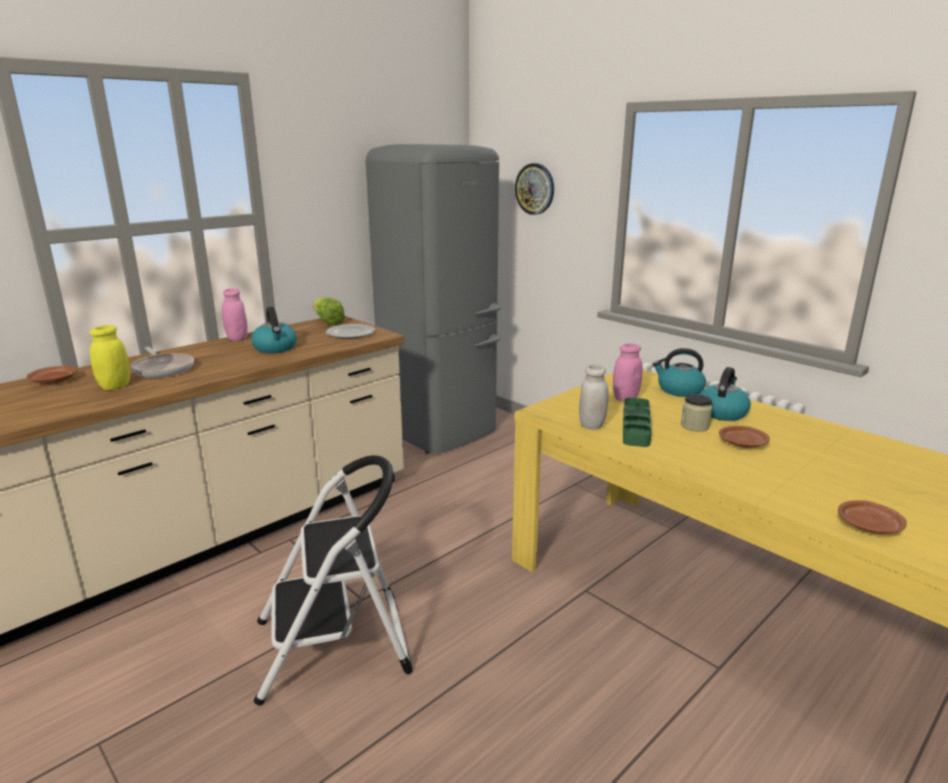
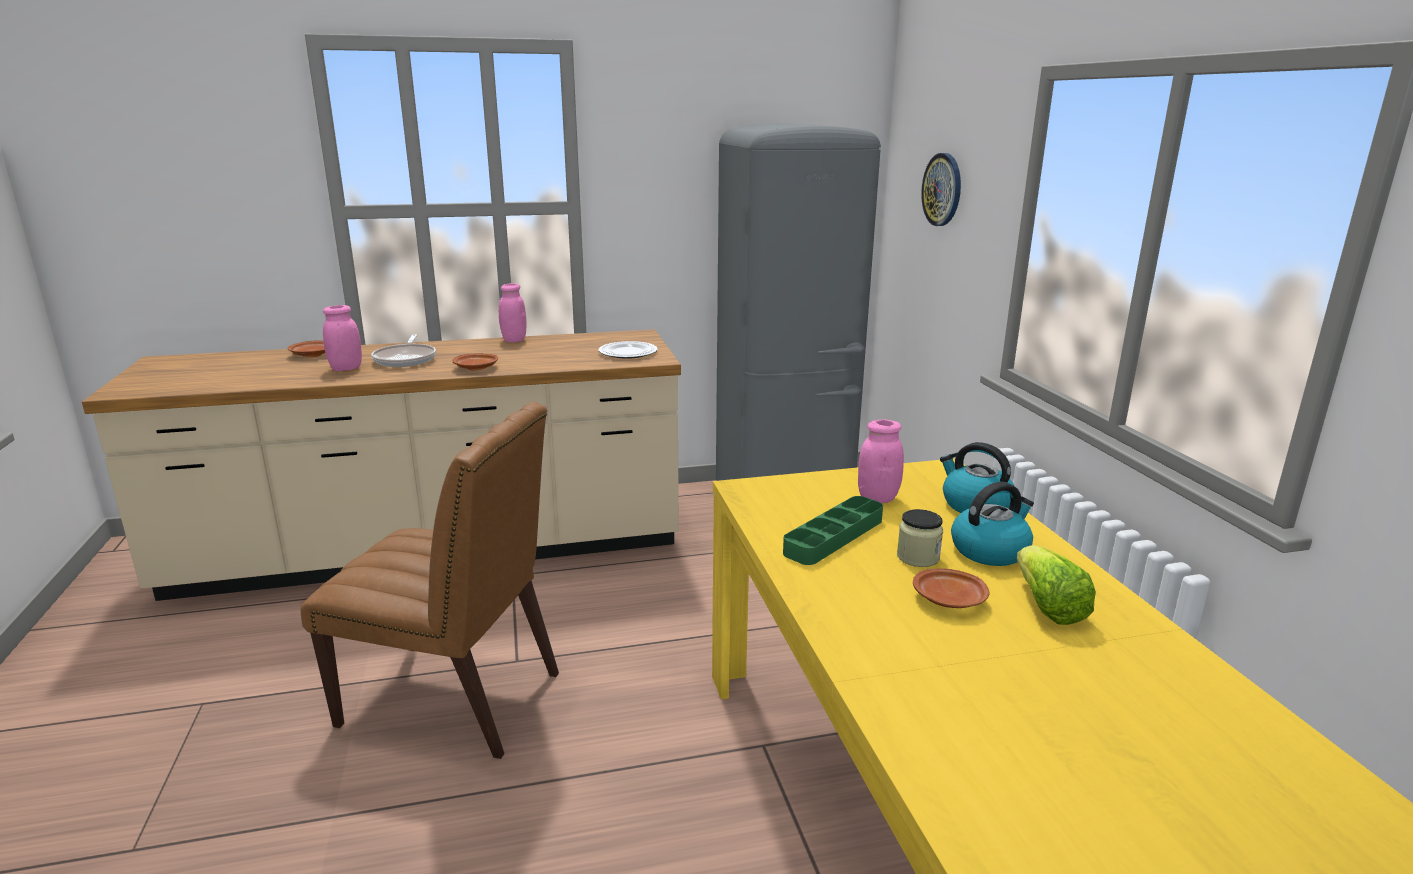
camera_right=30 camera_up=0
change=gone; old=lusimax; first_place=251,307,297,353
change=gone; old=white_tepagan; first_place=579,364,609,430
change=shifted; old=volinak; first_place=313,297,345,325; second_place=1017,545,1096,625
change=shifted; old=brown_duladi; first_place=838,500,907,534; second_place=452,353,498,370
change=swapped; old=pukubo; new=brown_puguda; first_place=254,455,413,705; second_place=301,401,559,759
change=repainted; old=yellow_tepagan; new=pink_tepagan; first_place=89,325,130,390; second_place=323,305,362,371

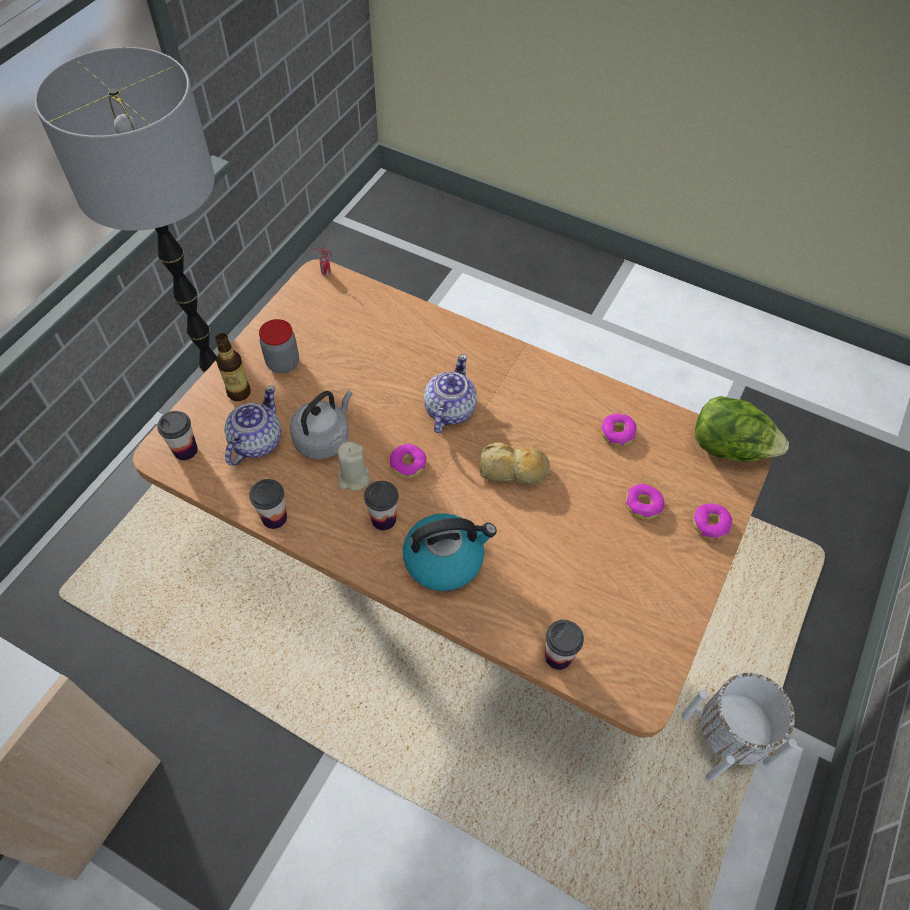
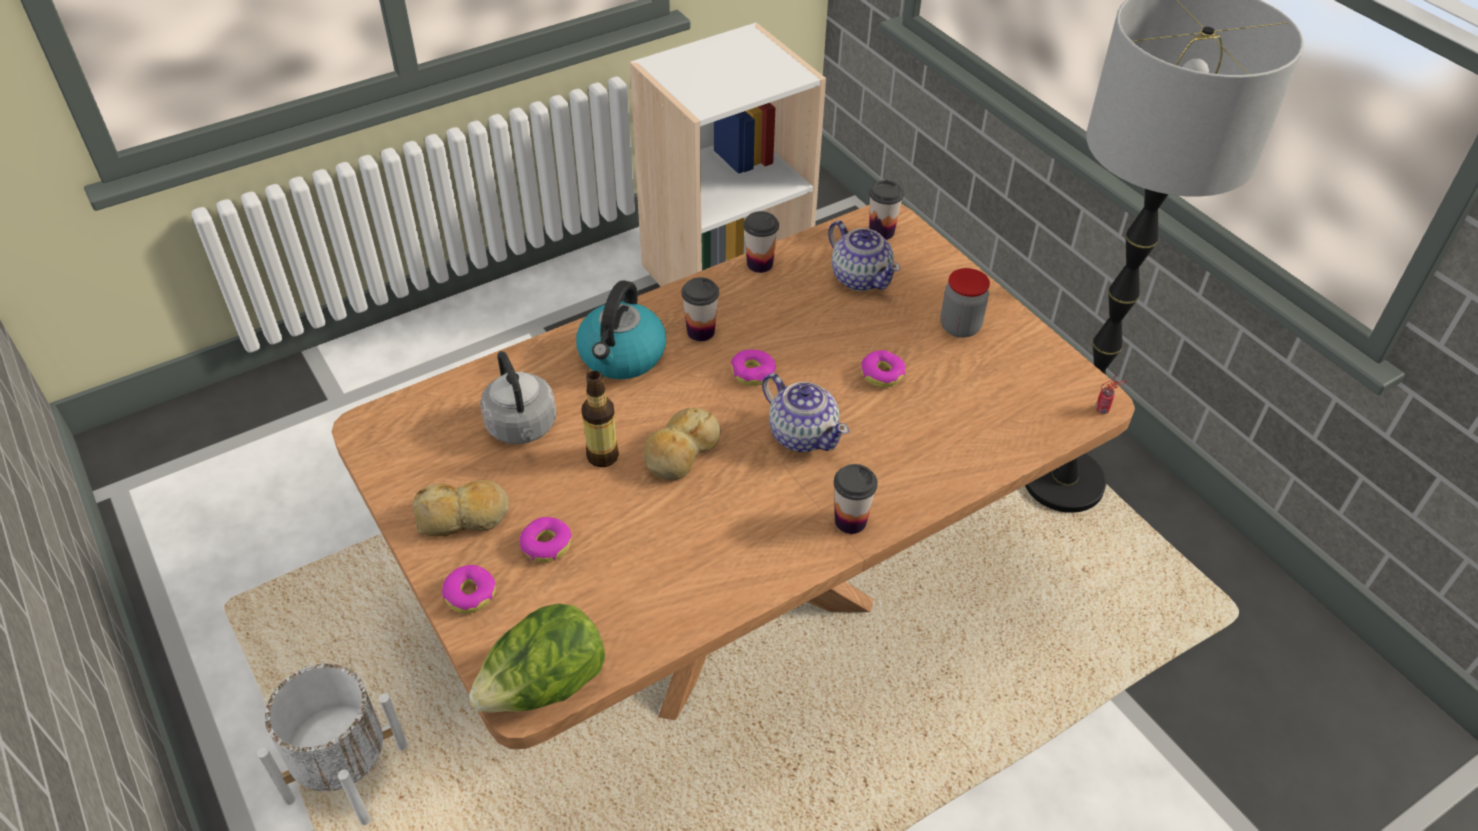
camera_right=120 camera_up=-10
change=gone; old=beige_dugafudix; first_place=337,441,370,491
change=new; new=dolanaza; second_place=413,480,509,537
change=shifted; old=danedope; first_place=215,333,251,401; second_place=581,371,619,467
change=shifted; old=grey_lusimax; first_place=290,391,353,459; second_place=480,351,556,444
change=shifted; old=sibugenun; first_place=545,620,584,670; second_place=834,464,878,534
change=shifted; old=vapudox; first_place=601,413,637,446; second_place=861,350,906,388

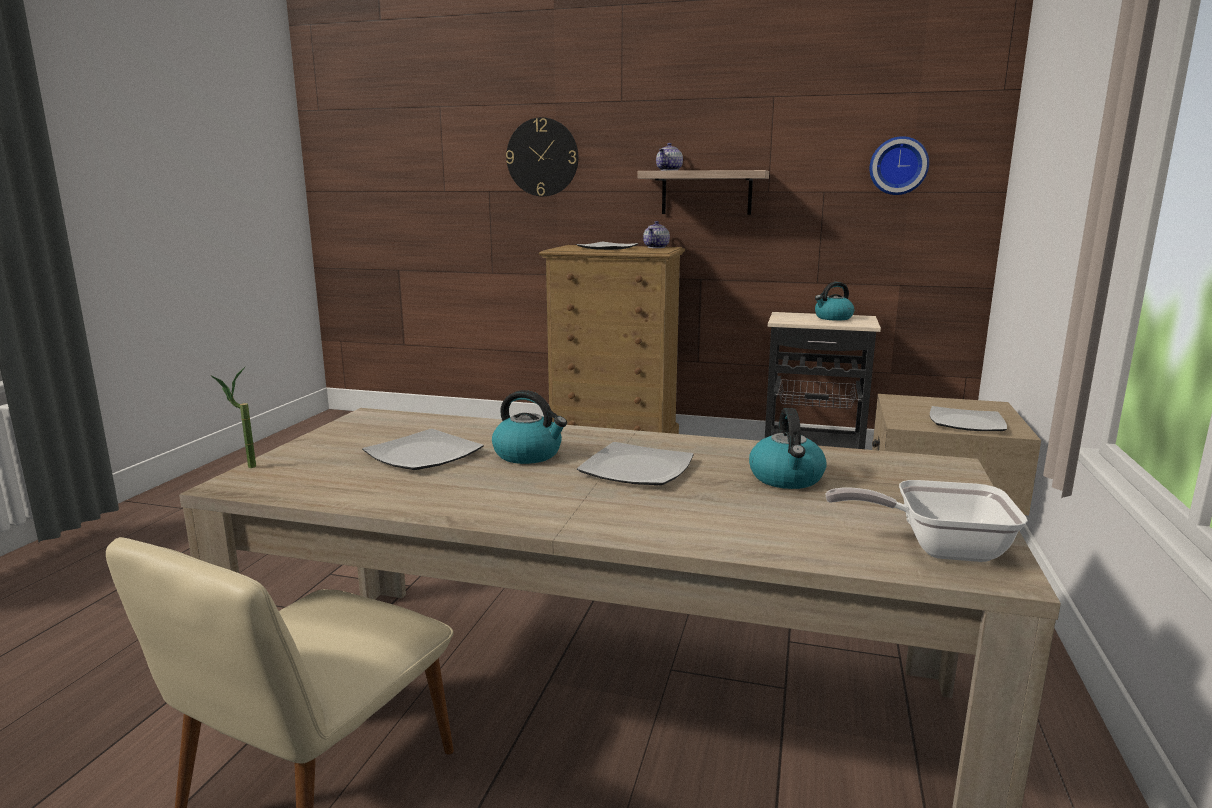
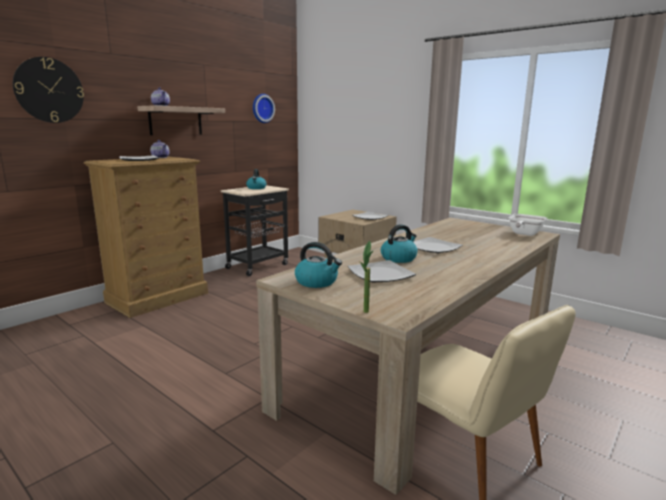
camera_right=-65 camera_up=0
change=shifted; old=lusimax; first_place=749,408,827,489; second_place=295,242,342,288

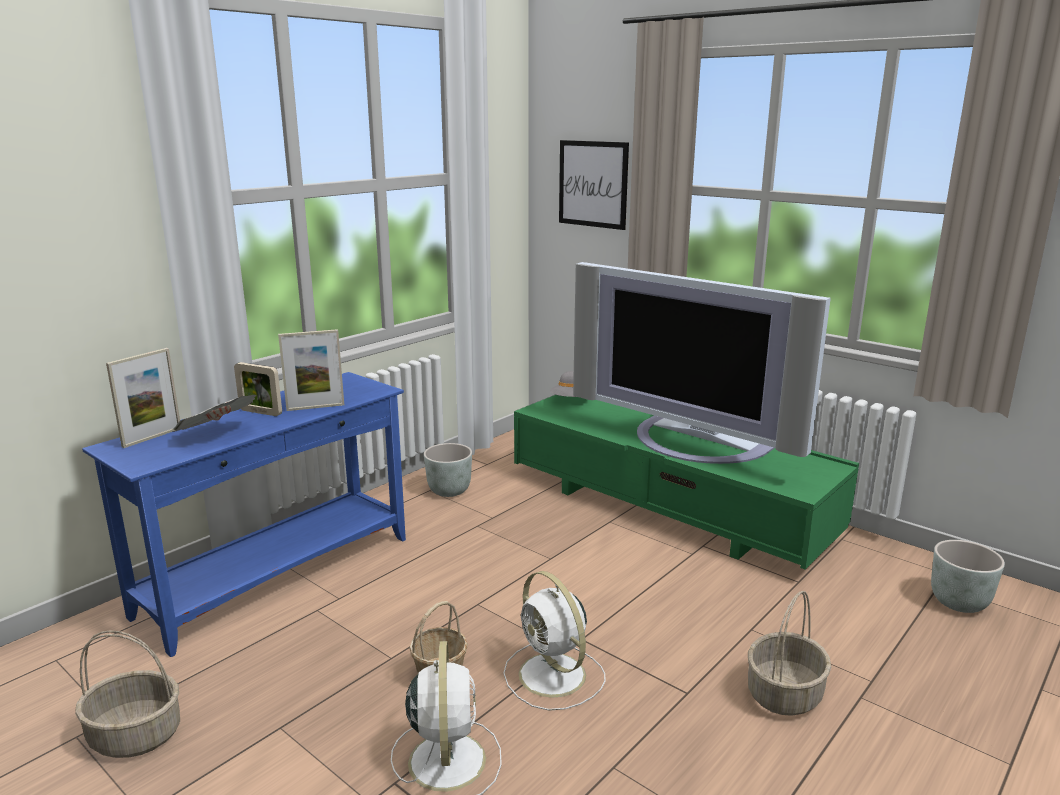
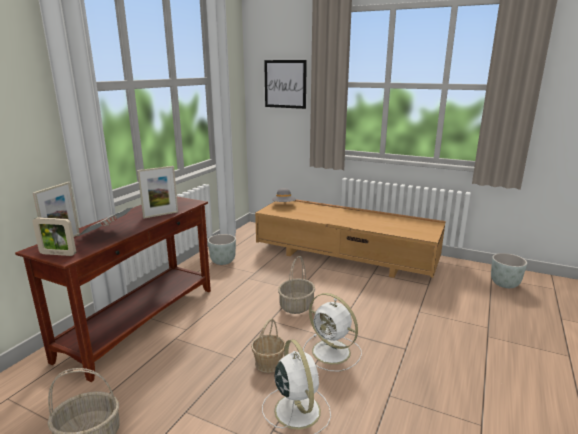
camera_right=-15 camera_up=0
change=gone; old=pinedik; first_place=573,262,831,464
change=shifted; old=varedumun; first_place=234,362,282,416; second_place=32,217,76,256
change=shifted; old=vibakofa; first_place=748,591,831,716; second_place=278,256,315,314
change=repainted; old=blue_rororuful; new=brown_rororuful; first_place=82,372,406,657; second_place=15,197,211,382
change=repainted; old=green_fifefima; new=brown_fifefima; first_place=514,395,859,569; second_place=255,200,446,278

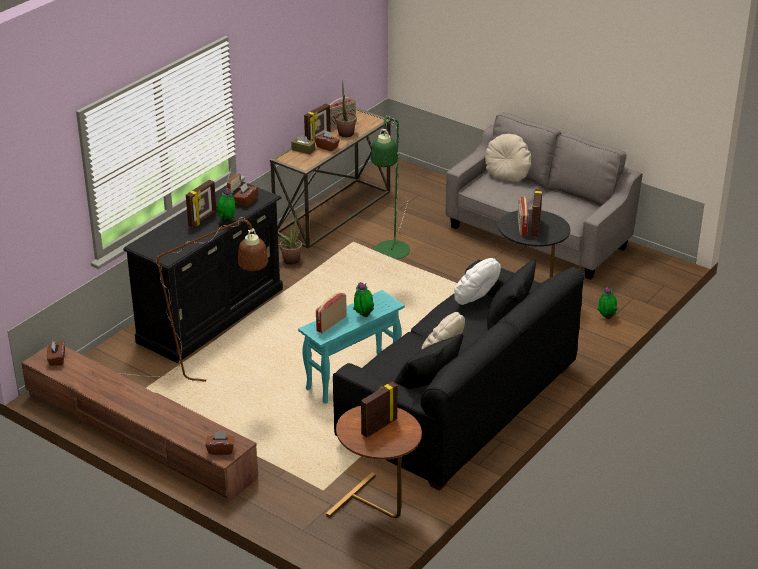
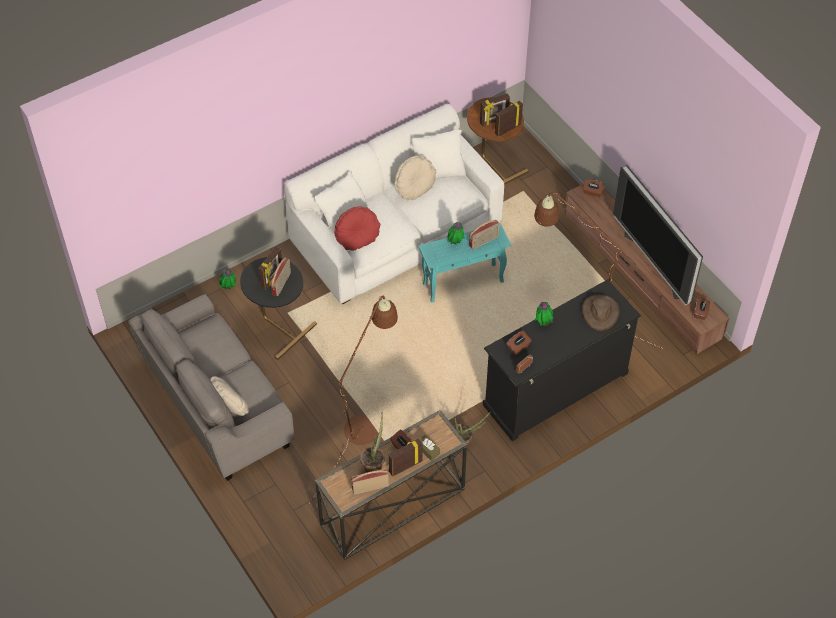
camera_right=-160 camera_up=20
change=new; new=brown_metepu; second_place=582,295,619,331
change=new; new=pinedik; second_place=613,165,703,305
change=shifted; old=varedumun; first_place=186,180,217,228; second_place=495,101,523,137
change=repainted; old=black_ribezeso; new=white_ribezeso; first_place=333,258,584,491; second_place=284,104,504,305
change=repainted; old=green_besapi; new=brown_besapi; first_place=371,115,410,259; second_place=309,296,398,504
change=repainted; old=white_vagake; new=red_vagake; first_place=454,258,501,305; second_place=334,206,380,251

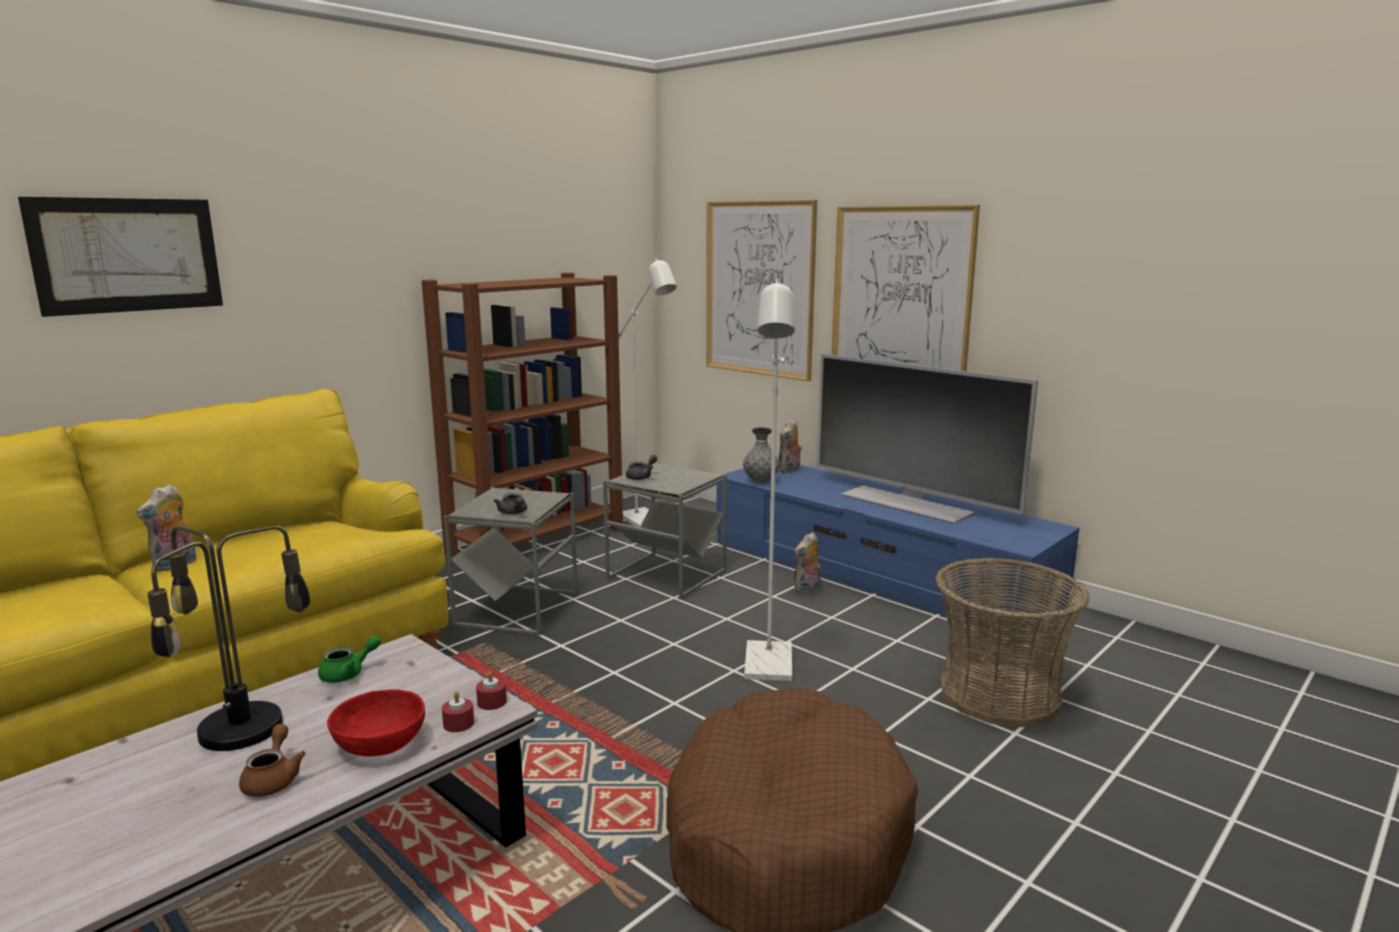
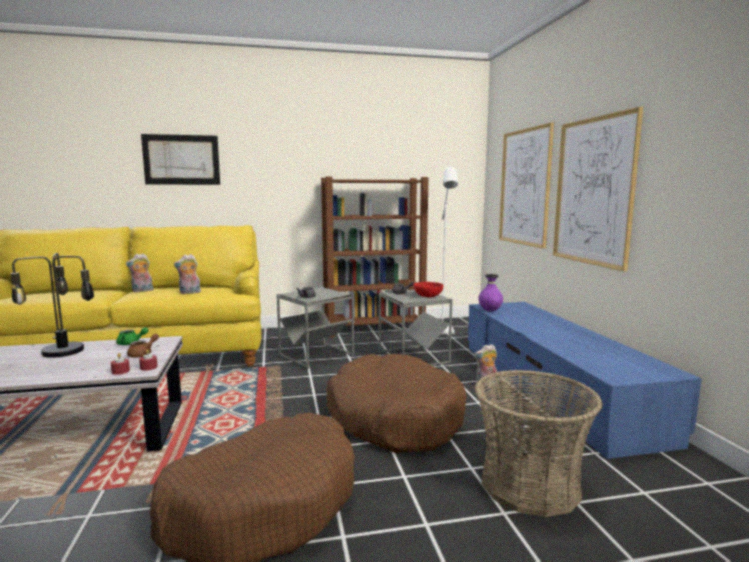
camera_right=35 camera_up=-5
change=gone; old=pinedik; first_place=817,354,1038,524
change=shifted; old=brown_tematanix; first_place=239,724,306,797; second_place=127,333,159,358
change=shifted; old=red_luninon; first_place=327,689,425,757; second_place=413,282,444,297
change=shifted; old=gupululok; first_place=778,419,802,473; second_place=174,254,201,294
change=swapped; old=white_besapi; new=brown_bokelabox; first_place=744,279,795,681; second_place=327,354,467,453
change=repainted; old=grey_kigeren; new=purple_kigeren; first_place=743,428,779,483; second_place=478,274,503,311

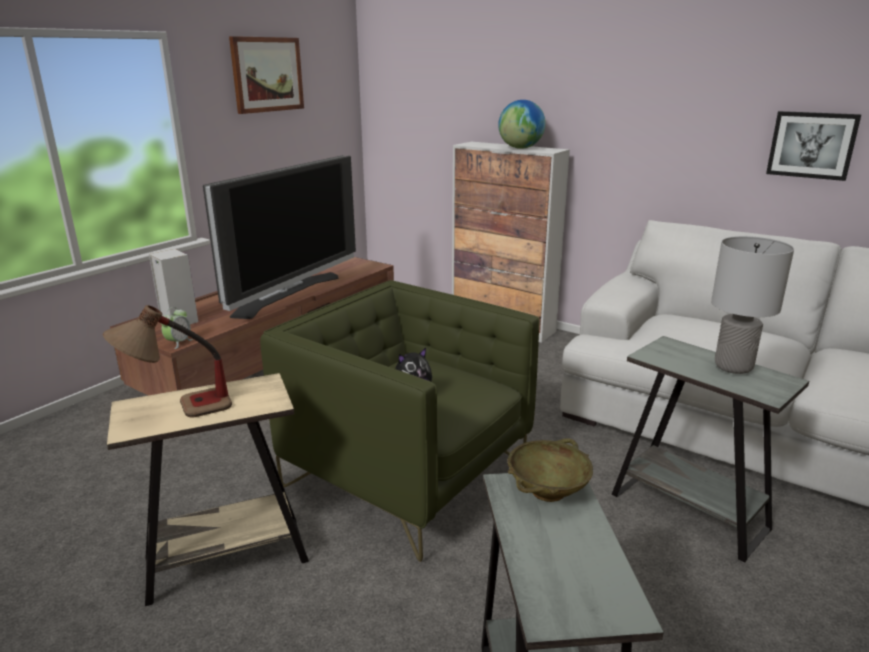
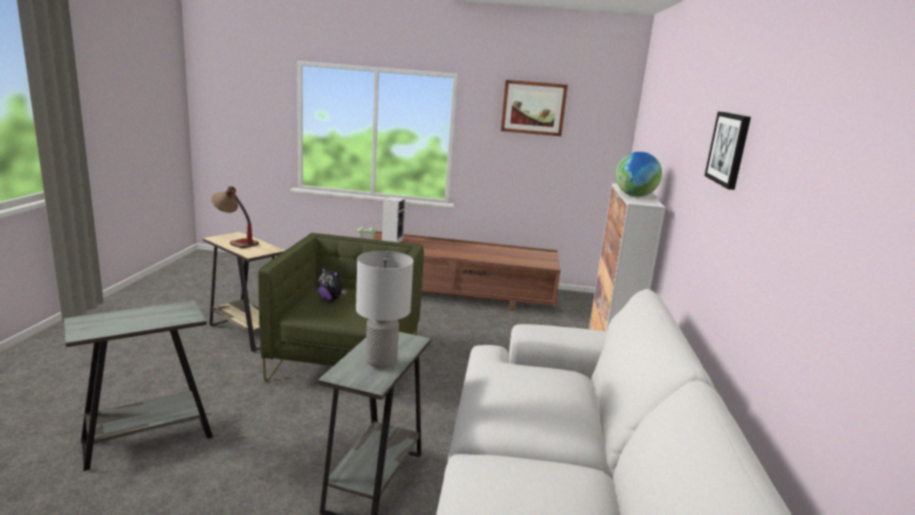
camera_right=60 camera_up=-5
change=gone; old=pinedik; first_place=203,155,356,319
change=gone; old=beige_luninon; first_place=507,438,593,502
change=shifted; old=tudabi; first_place=766,111,861,181; second_place=704,112,751,190

